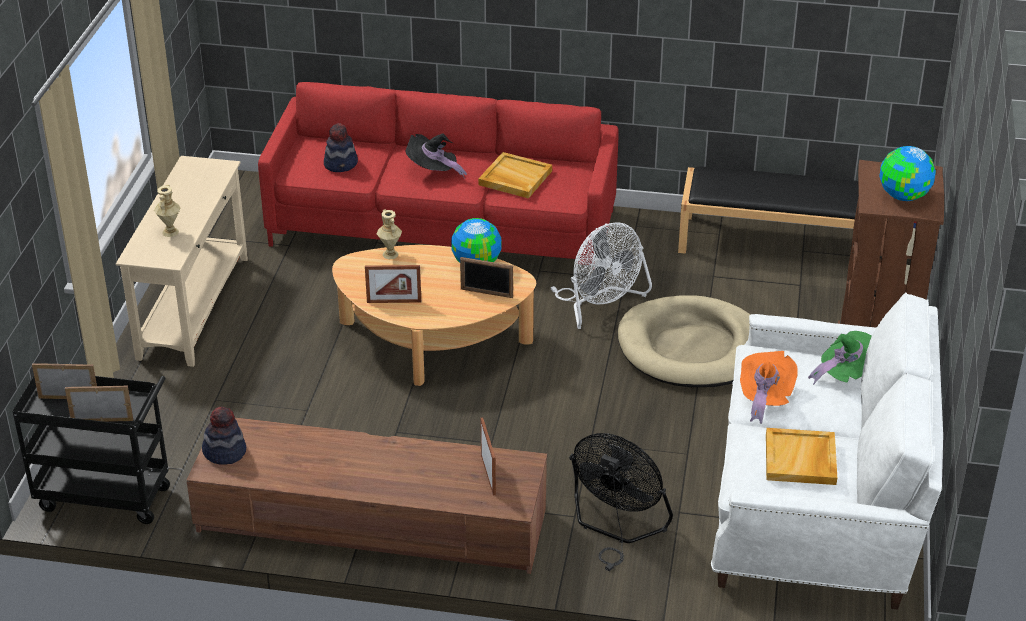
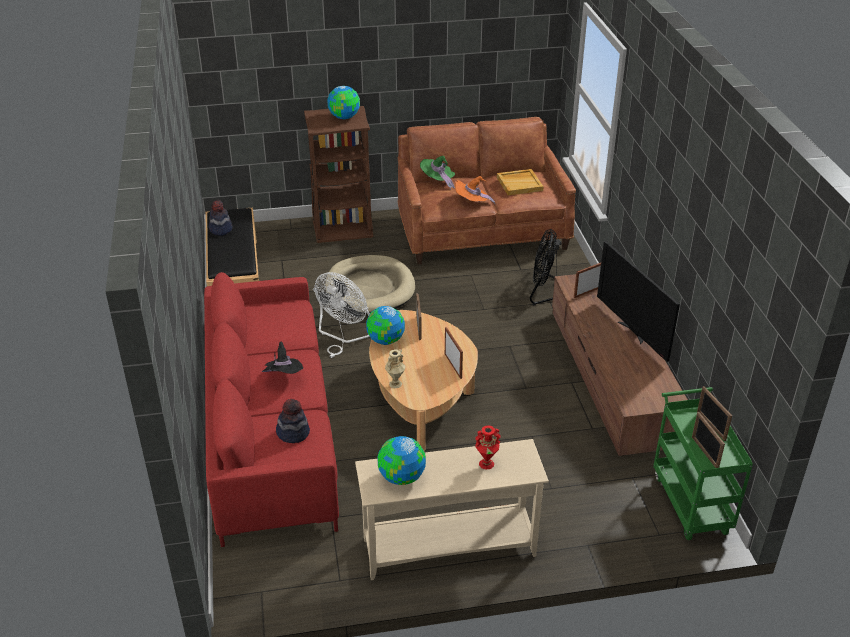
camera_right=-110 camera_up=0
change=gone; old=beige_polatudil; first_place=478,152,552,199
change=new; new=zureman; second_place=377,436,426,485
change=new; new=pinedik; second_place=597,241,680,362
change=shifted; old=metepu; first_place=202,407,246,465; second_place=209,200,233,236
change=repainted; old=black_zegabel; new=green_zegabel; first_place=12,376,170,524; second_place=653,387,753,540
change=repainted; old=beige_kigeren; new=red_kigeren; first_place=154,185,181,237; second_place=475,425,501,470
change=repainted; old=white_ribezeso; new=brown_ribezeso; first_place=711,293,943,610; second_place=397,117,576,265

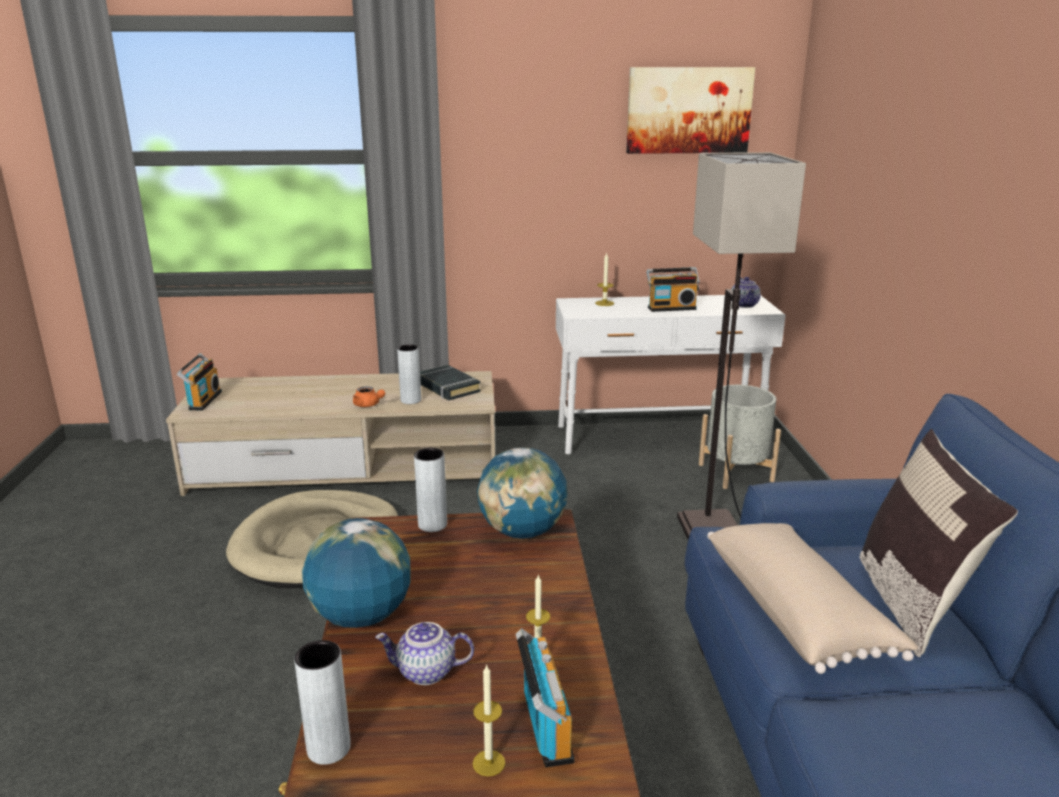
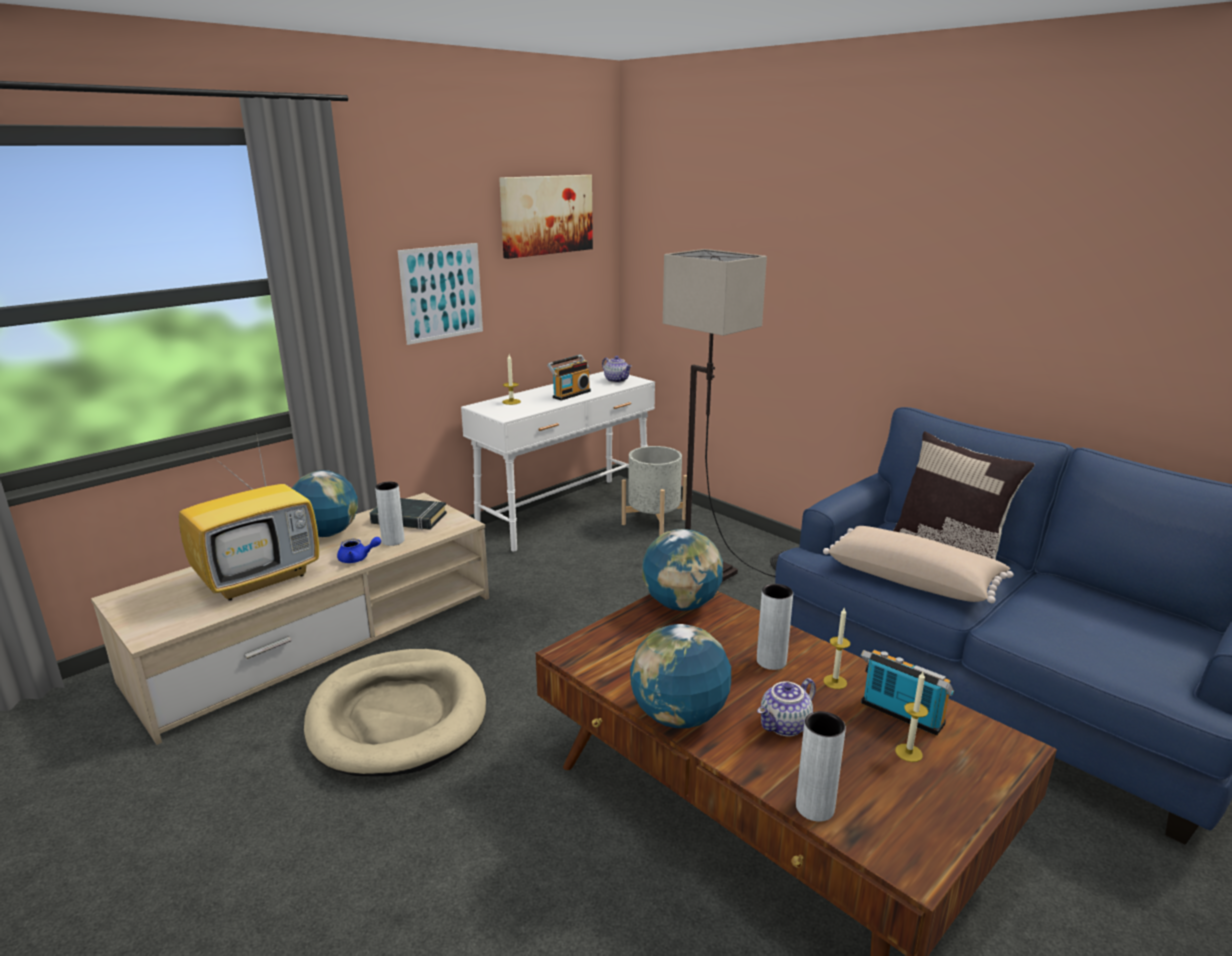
camera_right=-40 camera_up=0
change=gone; old=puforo; first_place=177,353,222,410
change=new; new=pinedik; second_place=179,433,319,601
change=new; new=zureman; second_place=292,470,358,537
change=new; new=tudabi; second_place=398,243,483,345
change=shifted; old=grey_kigeren; first_place=414,448,447,532; second_place=757,584,793,670
change=repainted; old=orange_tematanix; new=blue_tematanix; first_place=353,386,385,407; second_place=337,537,381,563

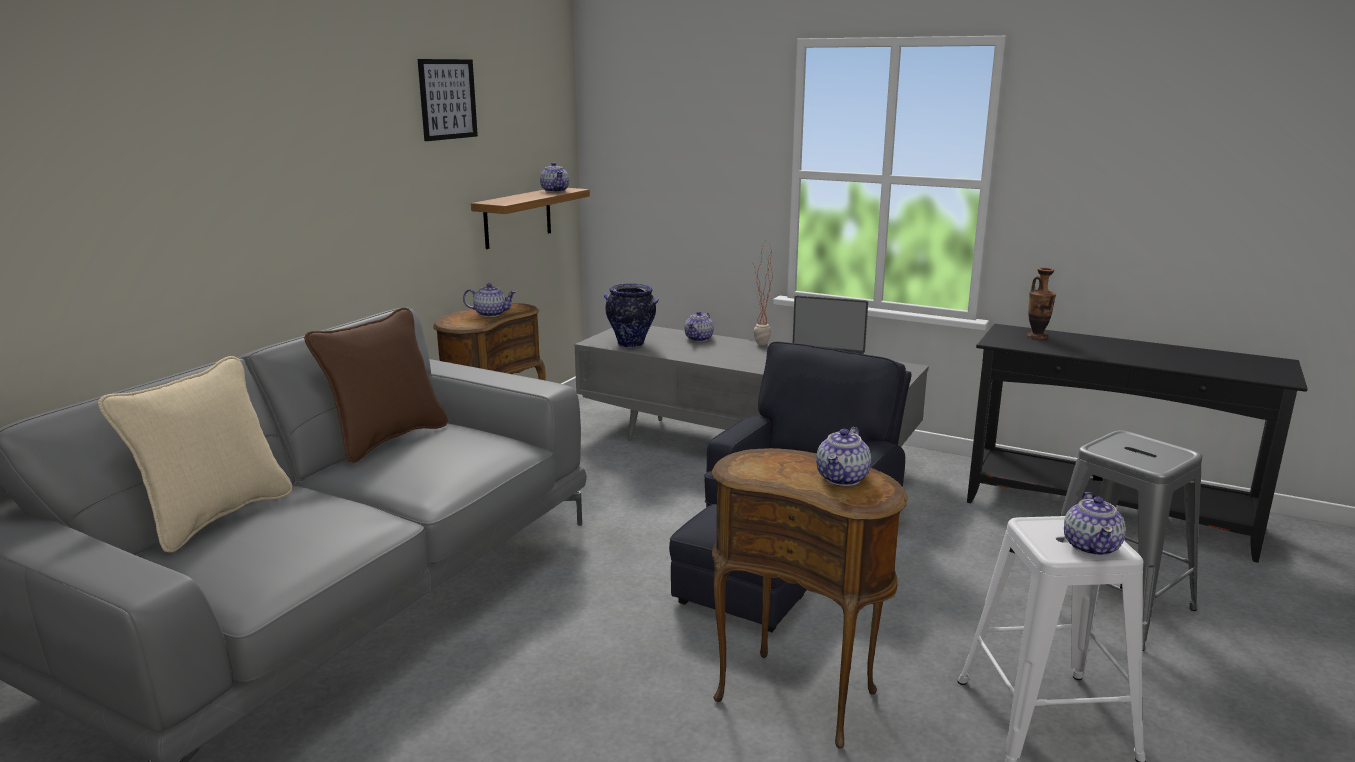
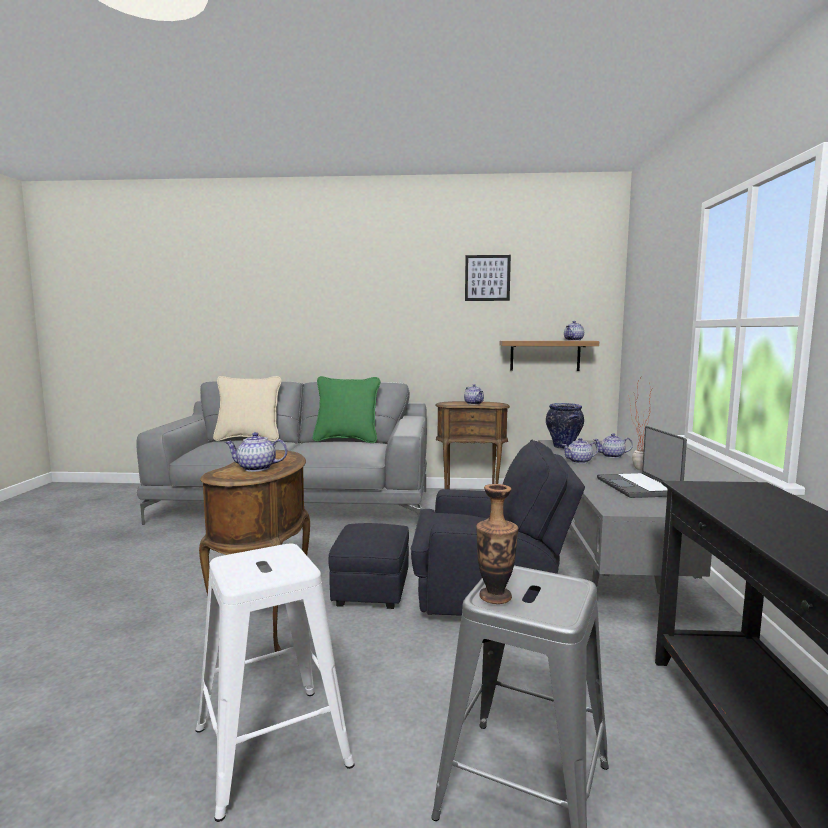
camera_right=65 camera_up=-10
change=shifted; old=kigeren; first_place=1027,268,1056,339; second_place=476,484,518,604
change=shifted; old=tematanix; first_place=1064,492,1126,556; second_place=562,438,598,464
change=repainted; old=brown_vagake; new=green_vagake; first_place=304,307,448,463; second_place=313,376,380,443

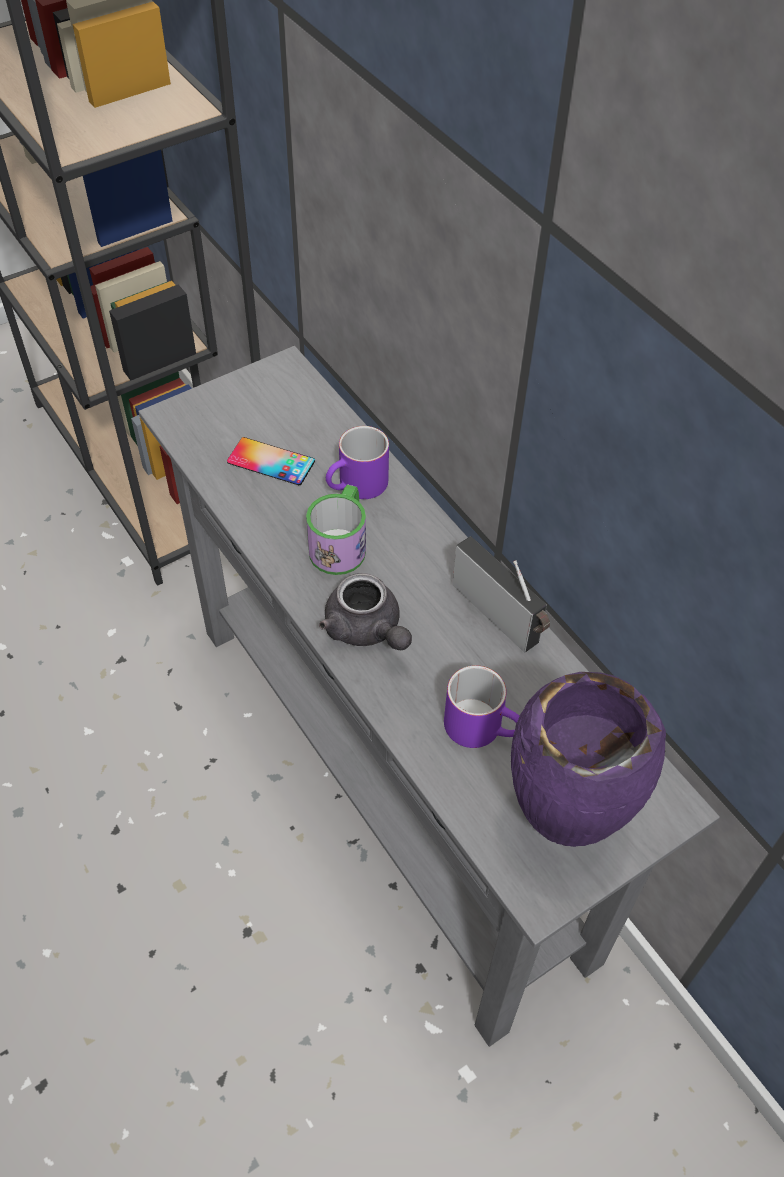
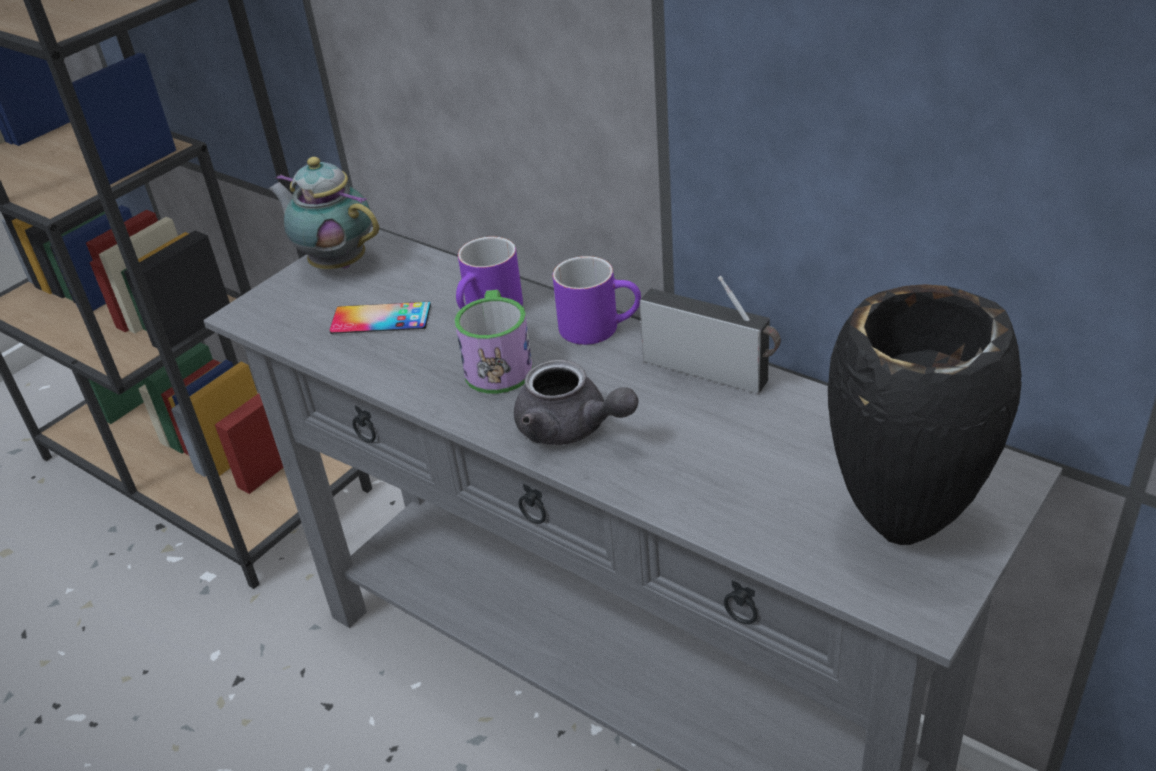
camera_right=-15 camera_up=-15
change=new; new=tematanix; second_place=268,157,379,269
change=shifted; old=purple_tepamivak; first_place=444,665,519,748; second_place=553,256,641,345
change=repainted; old=purple_kigeren; new=black_kigeren; first_place=511,672,666,847; second_place=828,284,1022,545

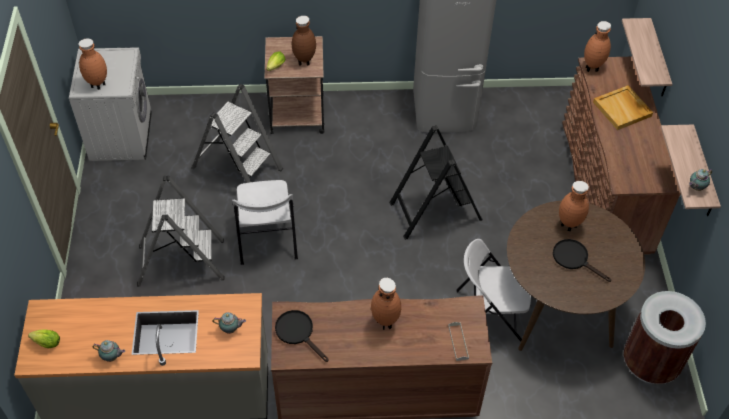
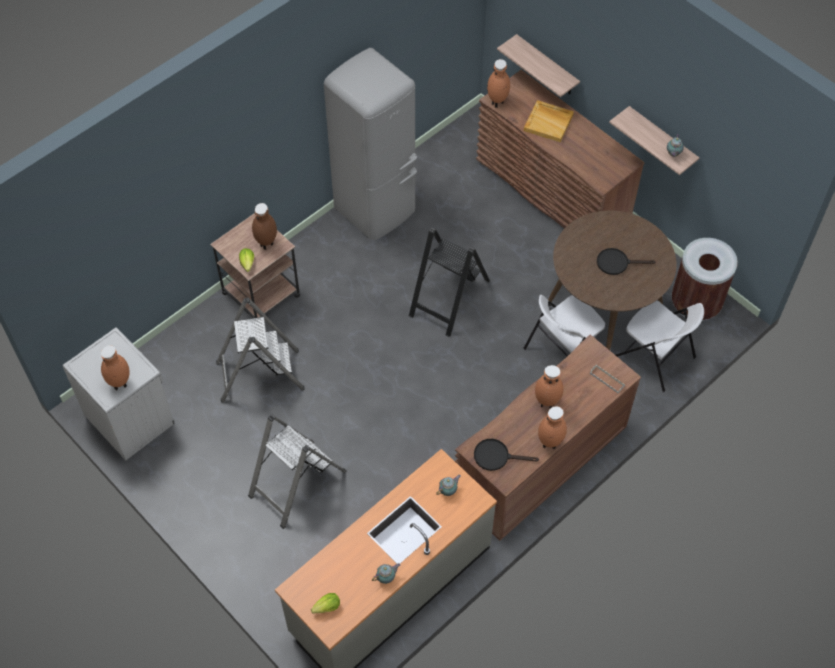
camera_right=-40 camera_up=5
change=shifted; old=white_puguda; first_place=232,180,298,265; second_place=615,301,704,393
change=shifted; old=brown_kigeren; first_place=559,181,589,231; second_place=538,406,567,449

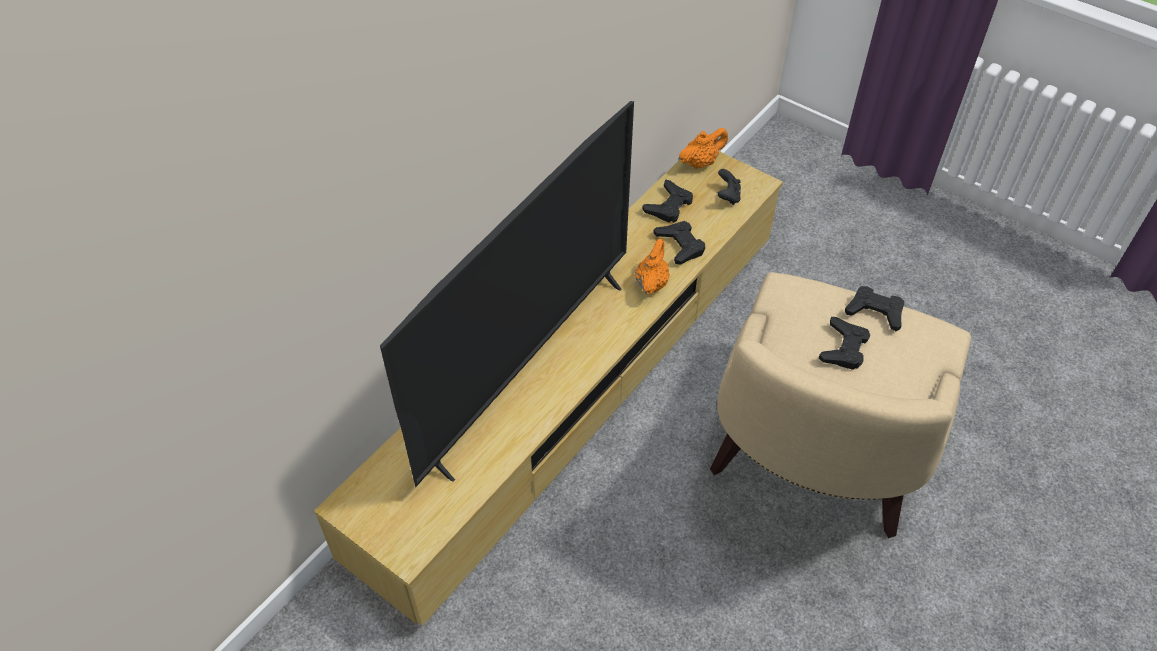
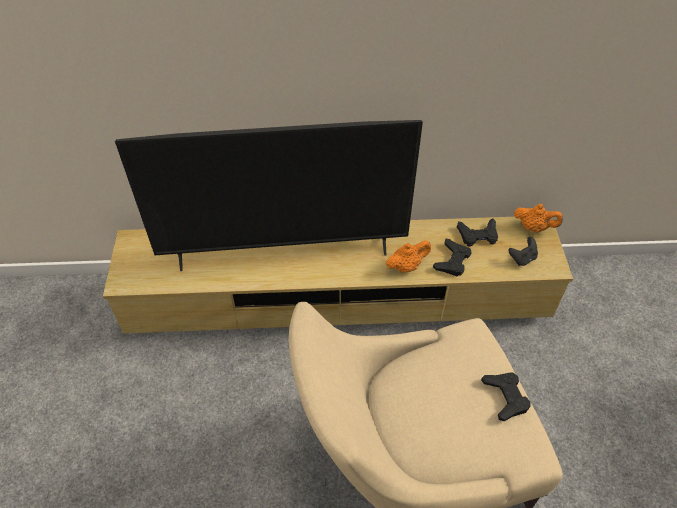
camera_right=50 camera_up=0
change=gone; old=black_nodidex; first_place=819,317,870,370

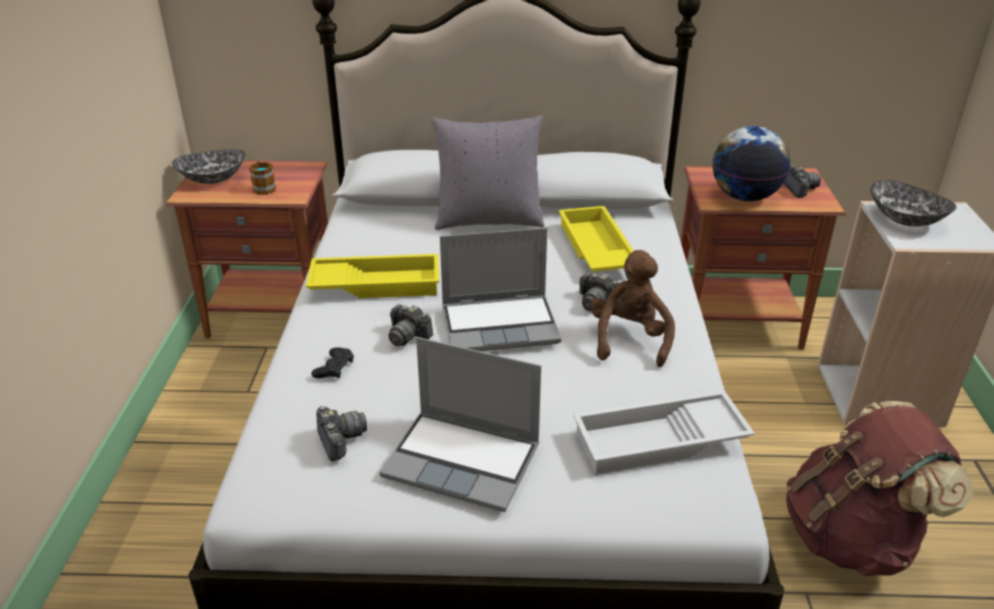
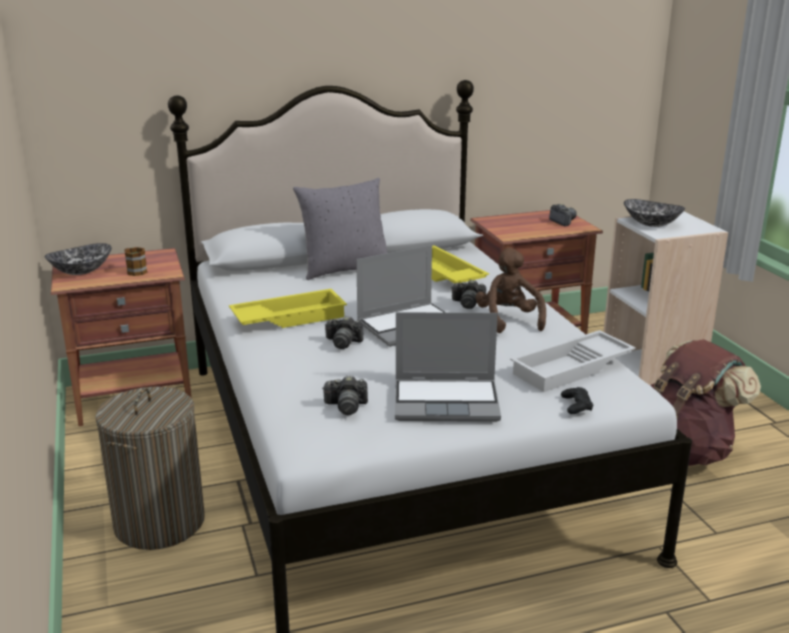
camera_right=-20 camera_up=-10
change=gone; old=zureman; first_place=713,126,790,201
change=new; new=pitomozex; second_place=95,386,205,550
change=shifted; old=black_nodidex; first_place=311,347,354,379; second_place=561,387,593,414
change=rotated; old=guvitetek; first_place=316,406,367,461; second_place=322,375,368,415; degrees=135

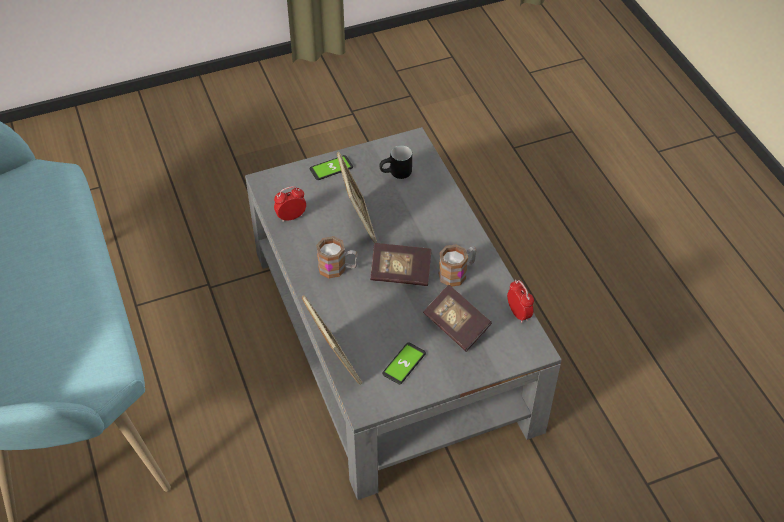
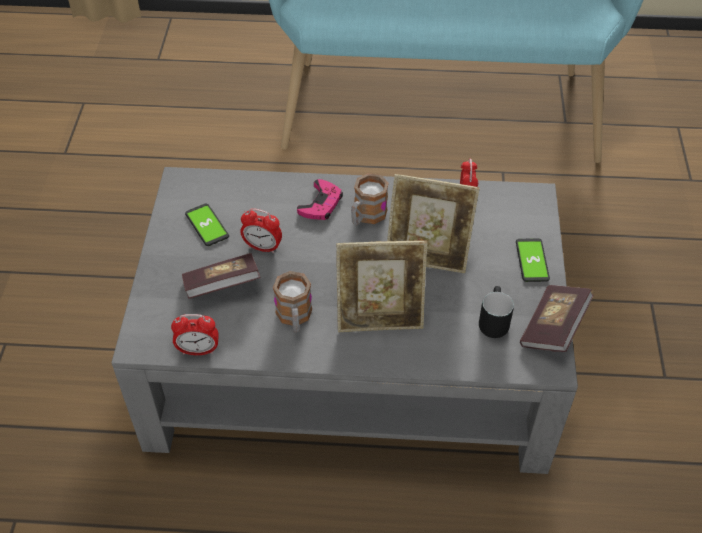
camera_right=115 camera_up=0
change=new; new=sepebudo; second_place=240,208,282,253
change=new; new=pink_nodidex; second_place=297,179,343,220
change=shifted; old=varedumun; first_place=302,295,362,384; second_place=336,240,427,332
change=shifted; old=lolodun; first_place=370,243,431,286; second_place=520,285,593,352

